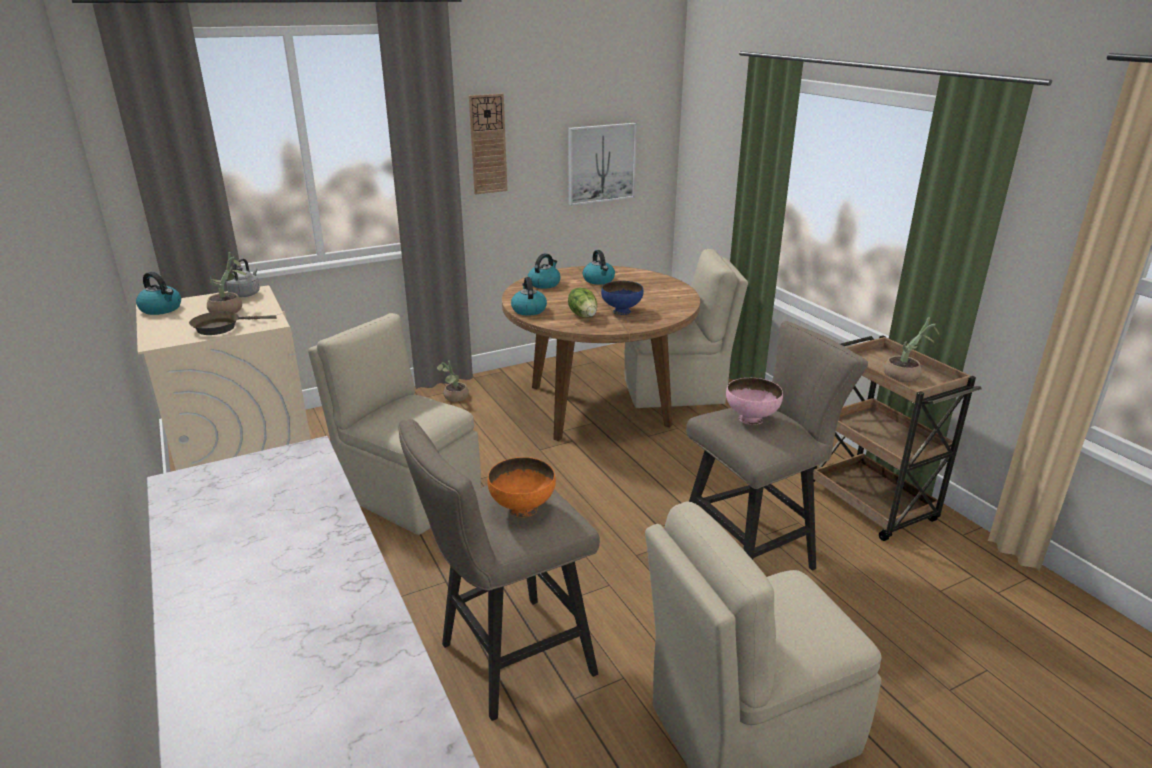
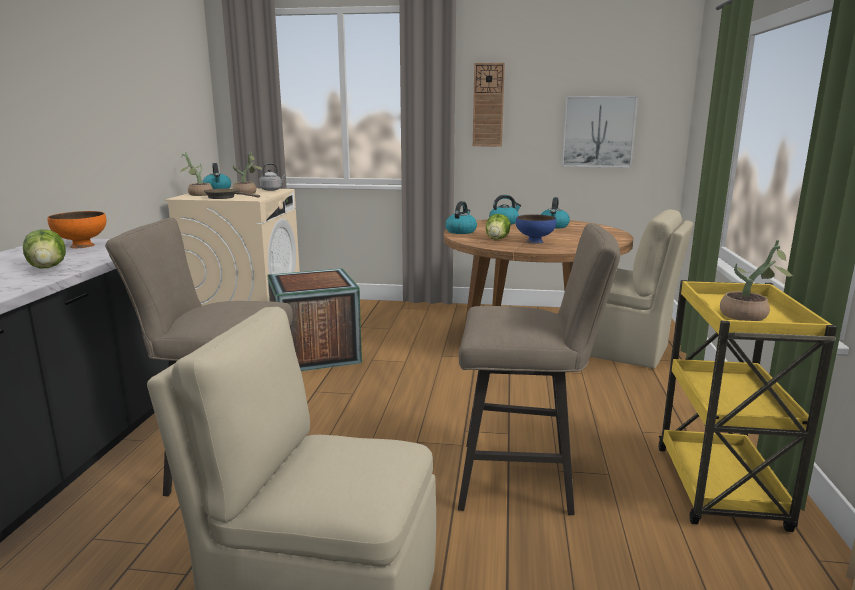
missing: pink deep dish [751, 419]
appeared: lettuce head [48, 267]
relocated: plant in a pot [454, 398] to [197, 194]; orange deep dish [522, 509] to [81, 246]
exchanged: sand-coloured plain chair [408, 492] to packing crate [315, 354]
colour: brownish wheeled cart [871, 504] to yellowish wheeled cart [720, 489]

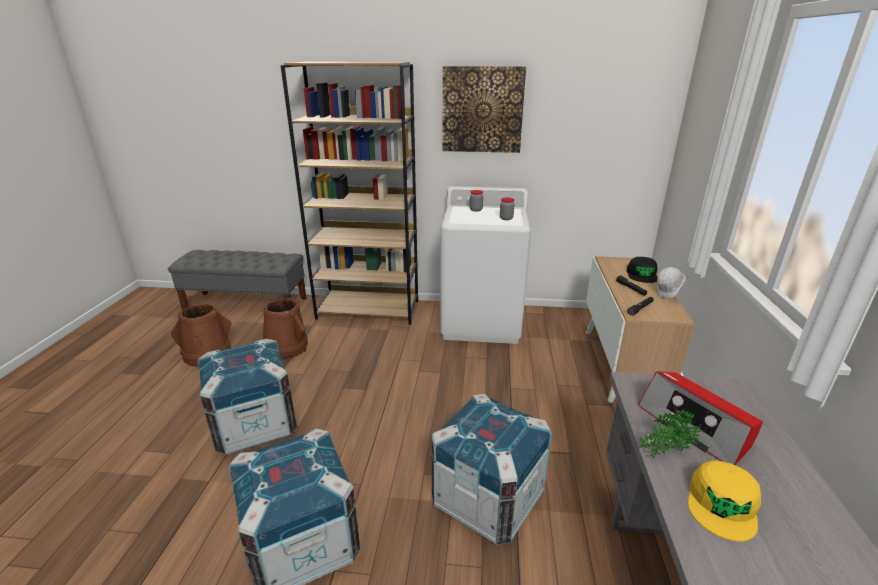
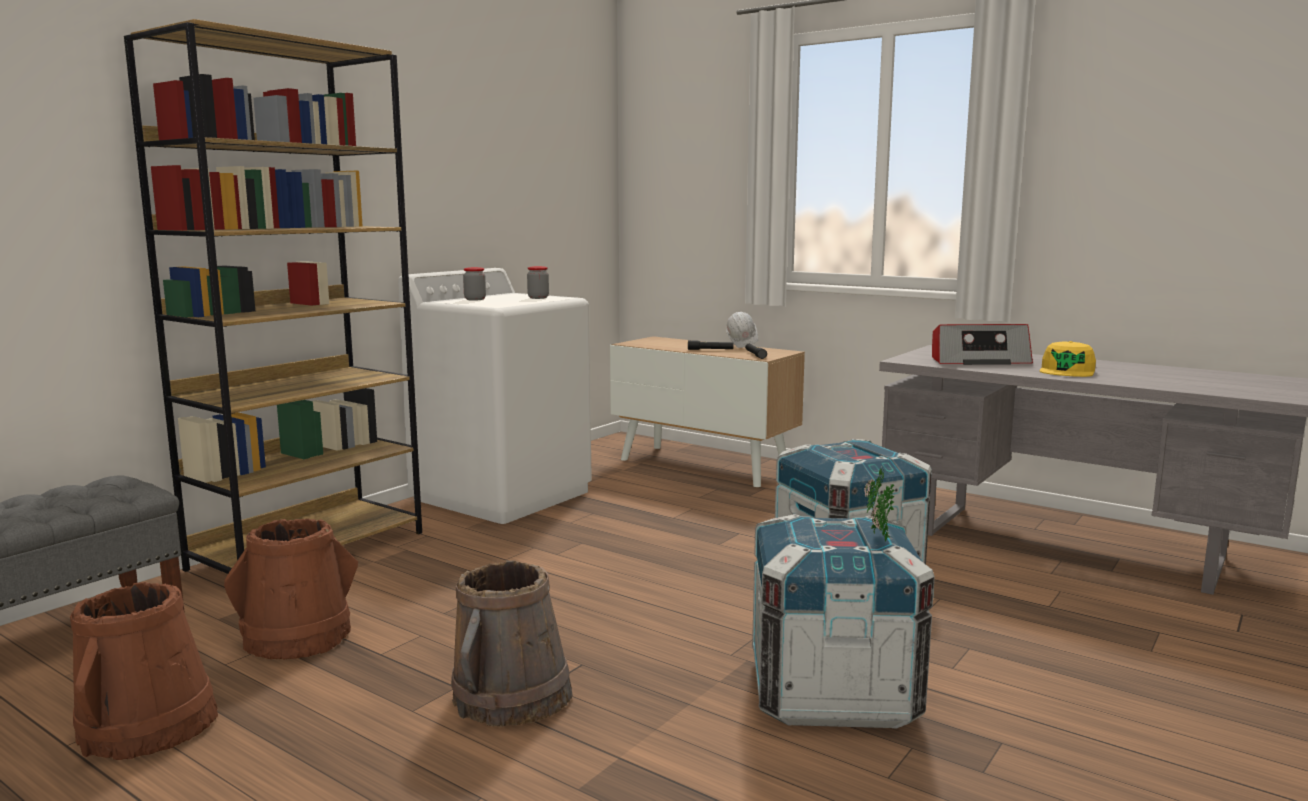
missing: wall art [482, 110]; black peaked cap [642, 275]
relocated: plant in a pot [662, 453] to [878, 537]
exchanged: packing crate [255, 425] to brownish bucket [512, 697]
spun: yellowish peaked cap [722, 505] = [1067, 371] 60 degrees clockwise

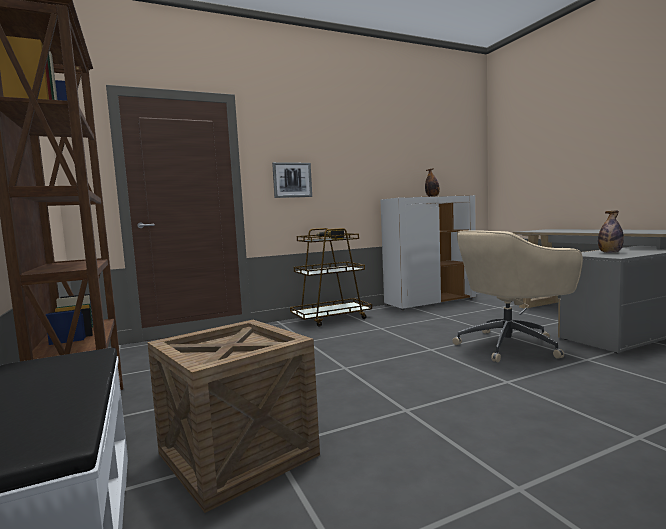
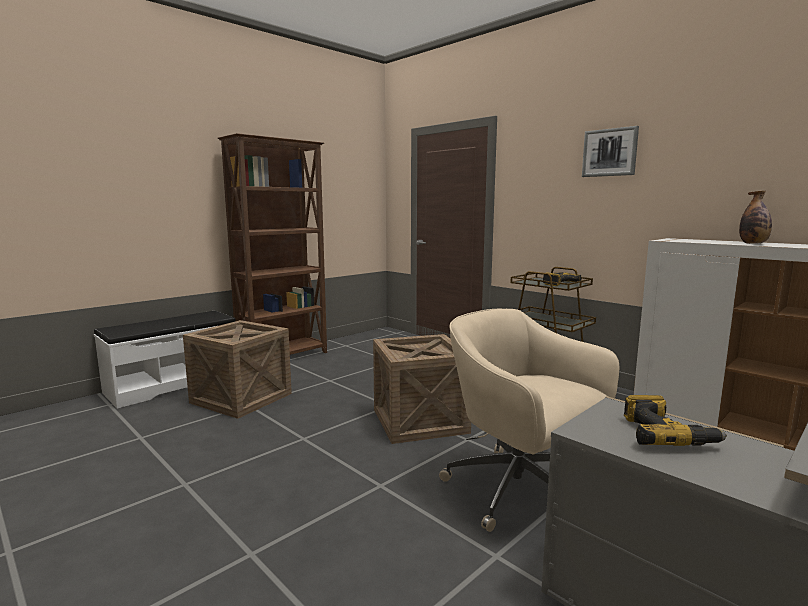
appeared: packing crate [419, 421]
relocated: wall art [292, 180] to [609, 152]
exchanged: bottle [610, 252] to electric drill [665, 435]

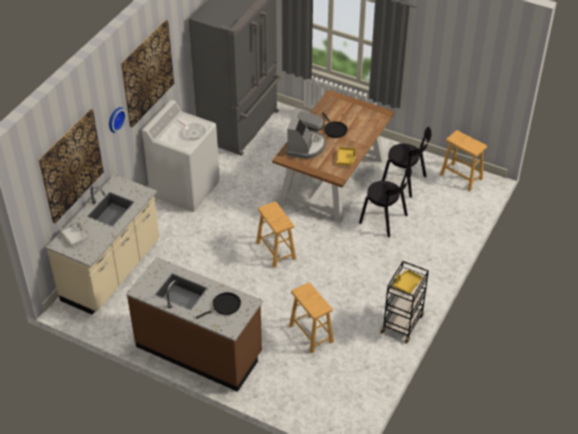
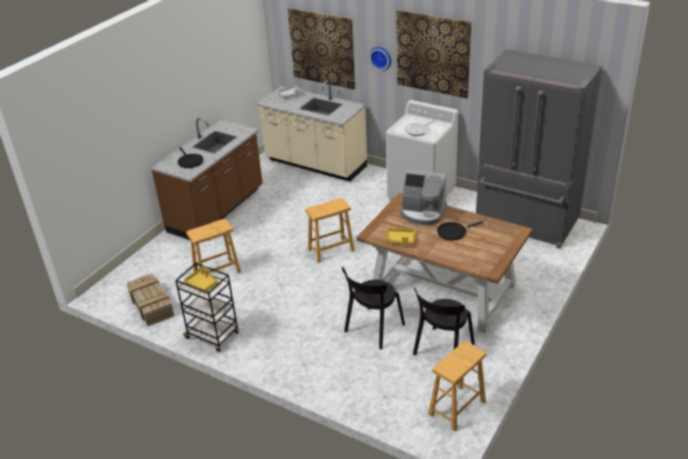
appeared: packing crate [150, 304]

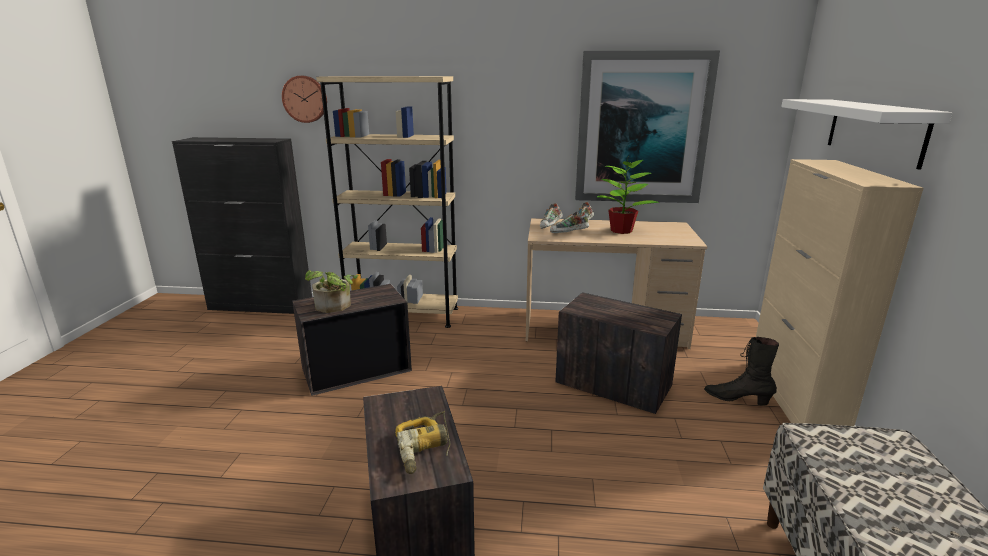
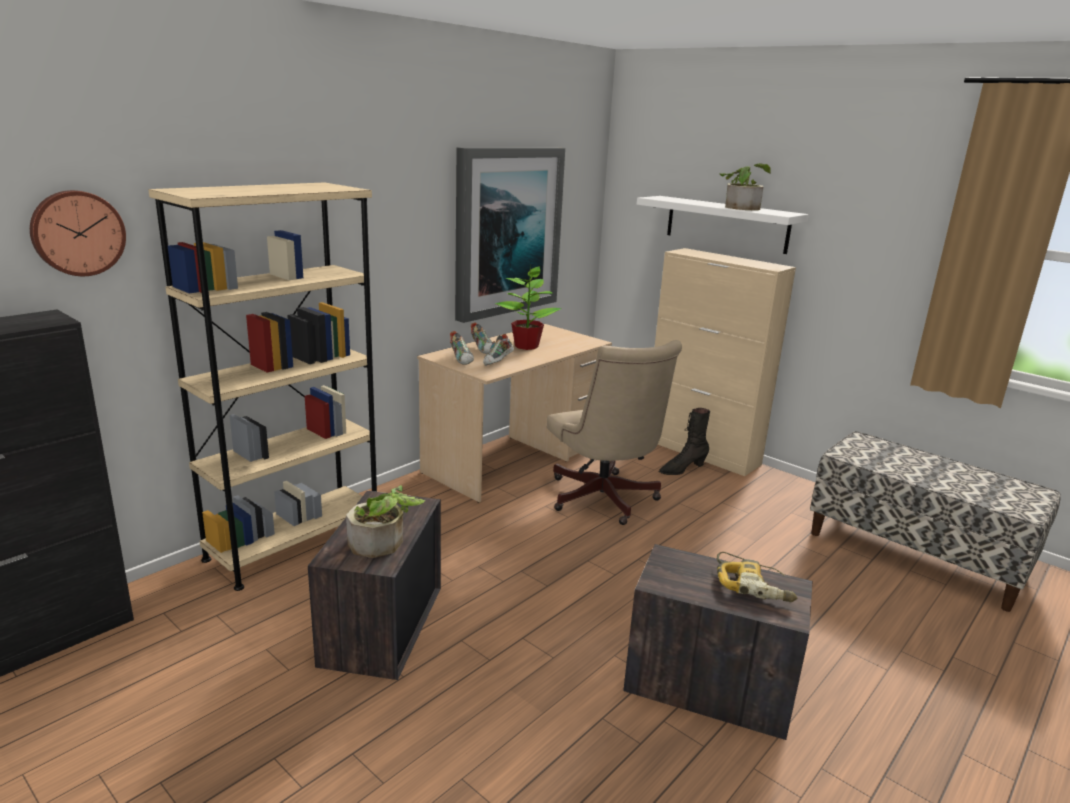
appeared: plant in a pot [741, 207]
exchanged: packing crate [611, 383] to sand-coloured desk chair [604, 501]

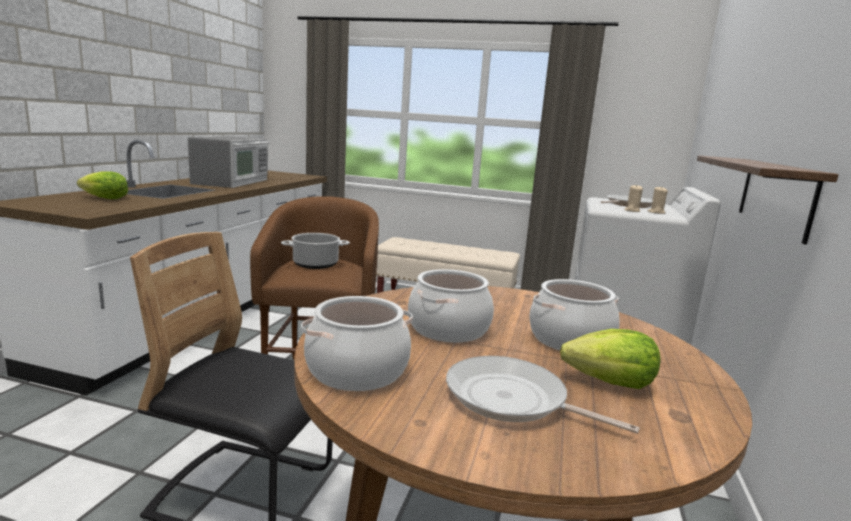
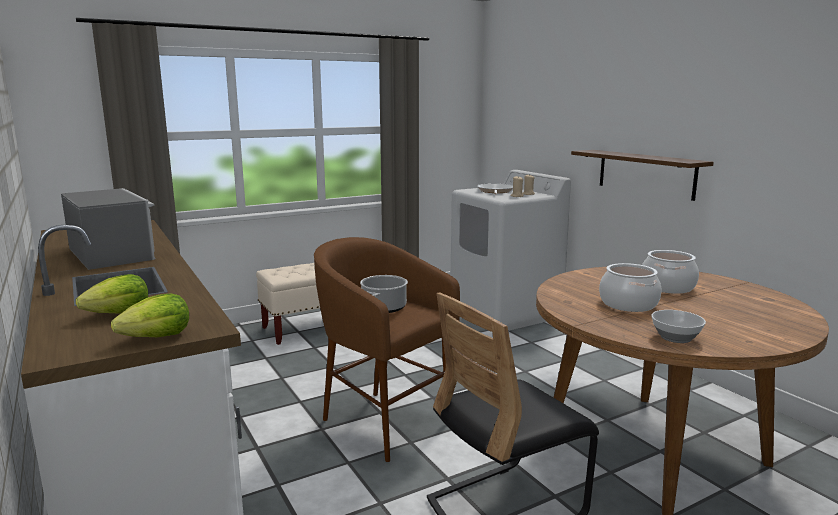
missing: frying pan [512, 400]
relocated: lettuce head [610, 382] to [157, 337]
exchanged: saucepot [356, 371] to deep dish [676, 338]

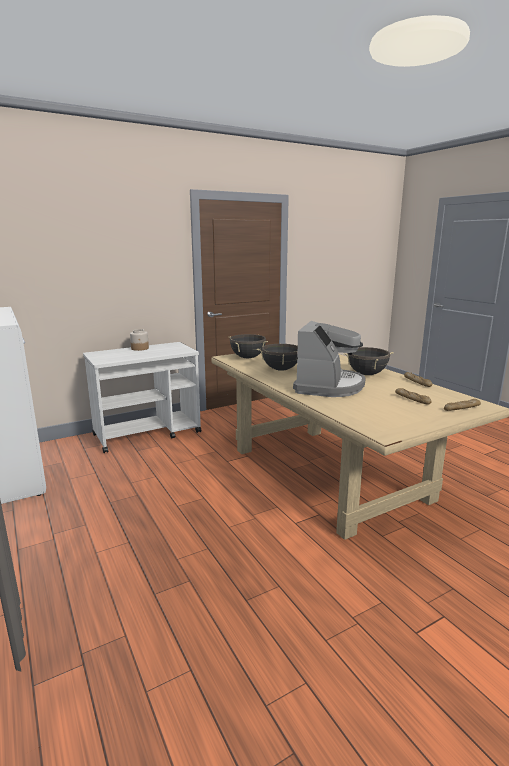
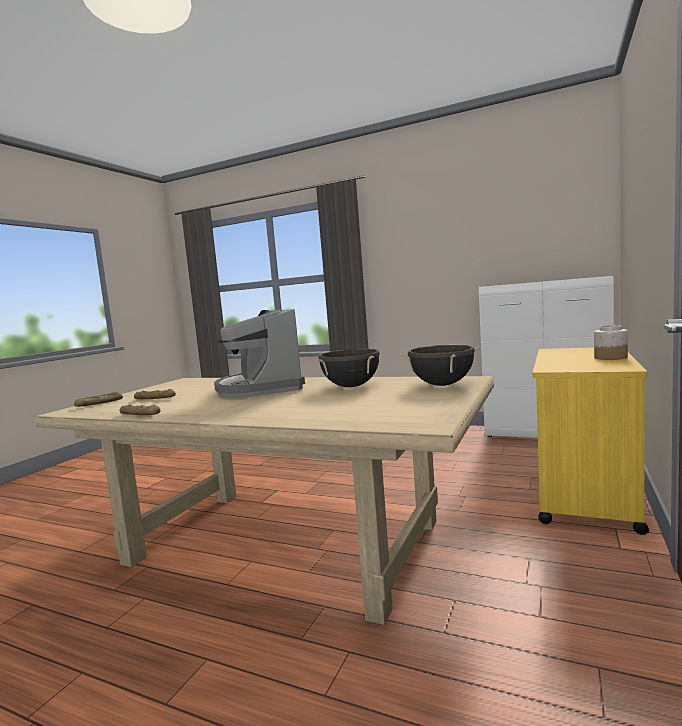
missing: black saucepot [366, 374]
colour: whitish wheeled cart [148, 433] to yellowish wheeled cart [585, 493]

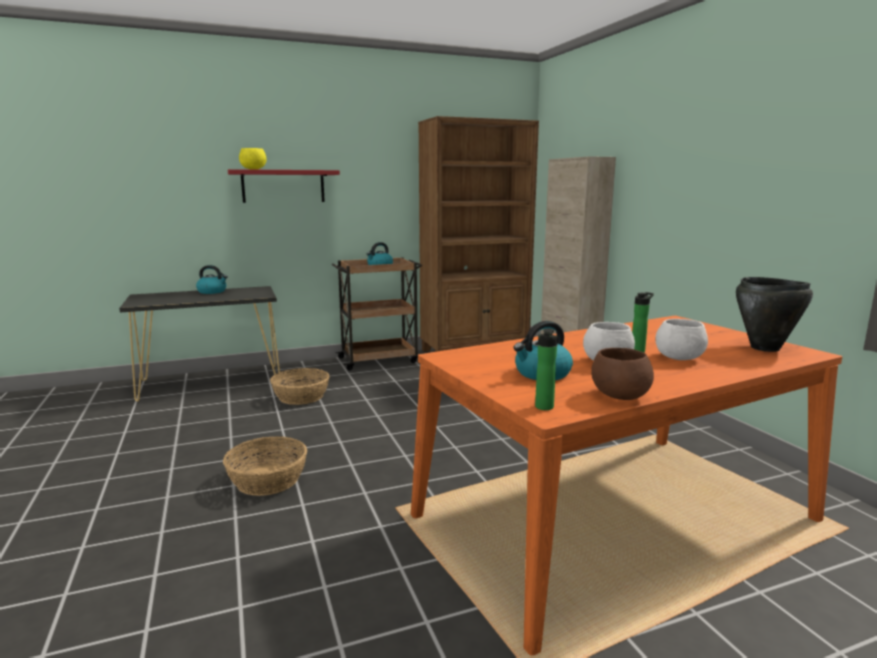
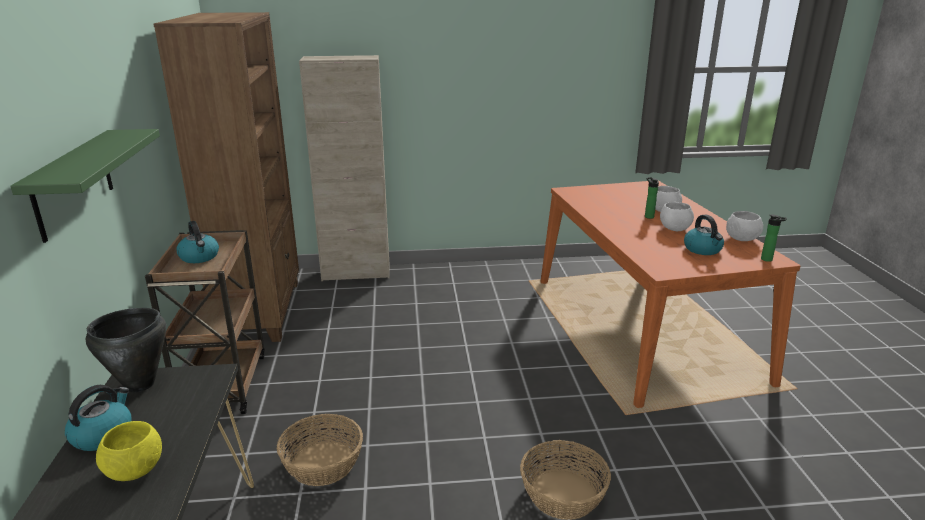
relocated: yellowish deep dish [253, 169] to [134, 471]; black saucepot [765, 348] to [140, 384]
colour: red-coloured wall shelf [283, 186] to greenish wall shelf [73, 183]; brownish deep dish [620, 396] to whitish deep dish [741, 239]

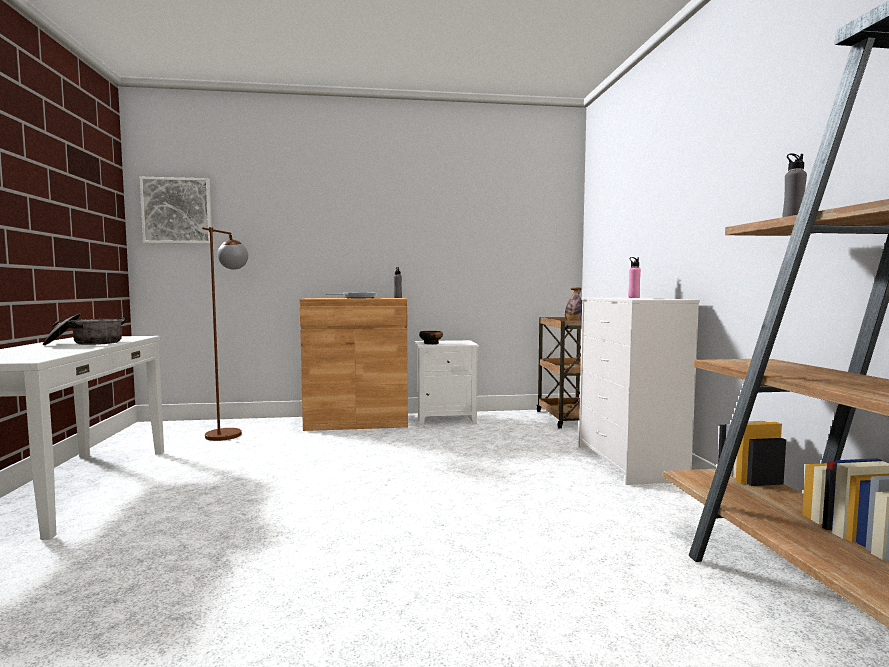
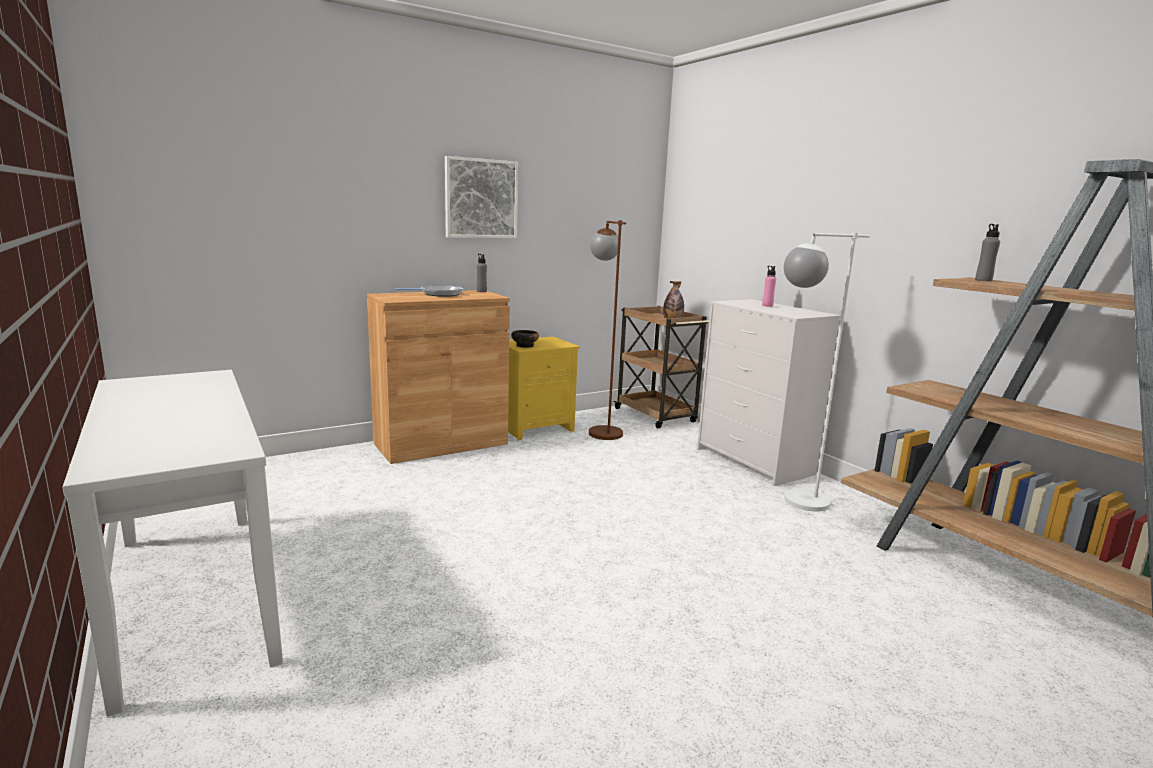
missing: saucepot [86, 343]
appeared: whitish standard lamp [793, 503]
relocated: wall art [177, 211] to [481, 199]; brownish standard lamp [230, 432] to [601, 430]
colour: whitish nightstand [446, 418] to yellowish nightstand [535, 428]

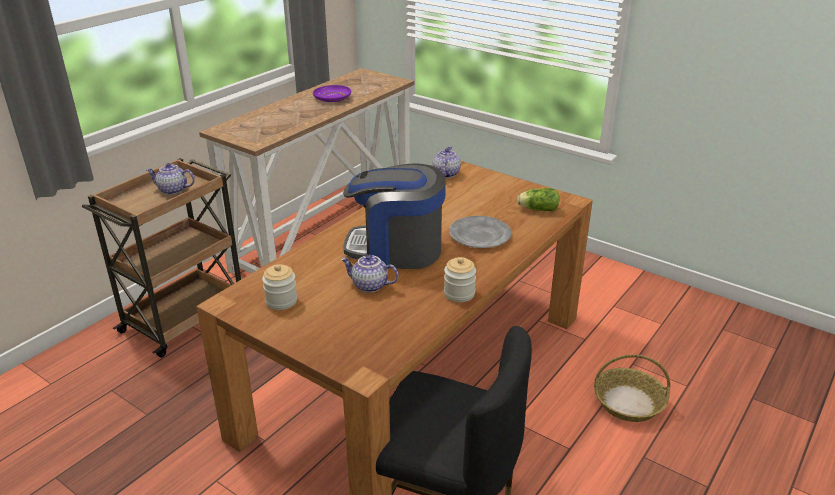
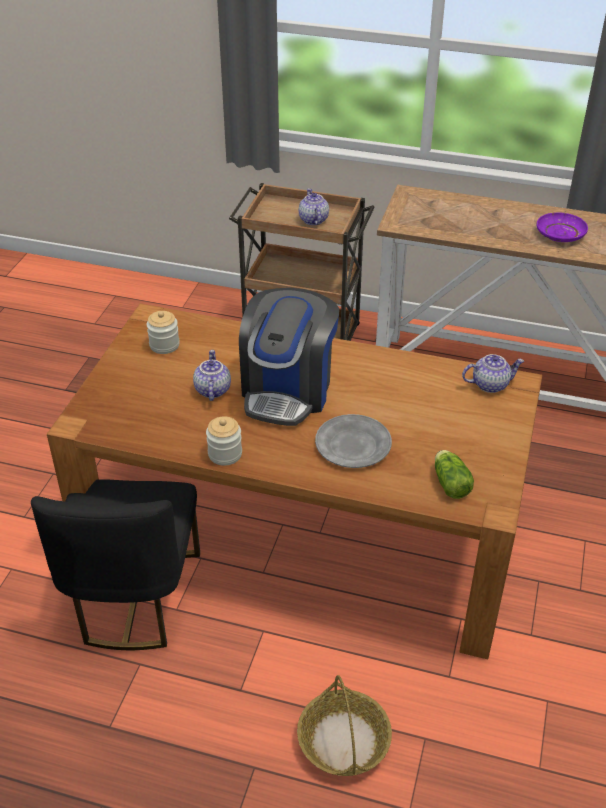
spun: coffee maker [396, 249] = [288, 390] 150 degrees counterclockwise

